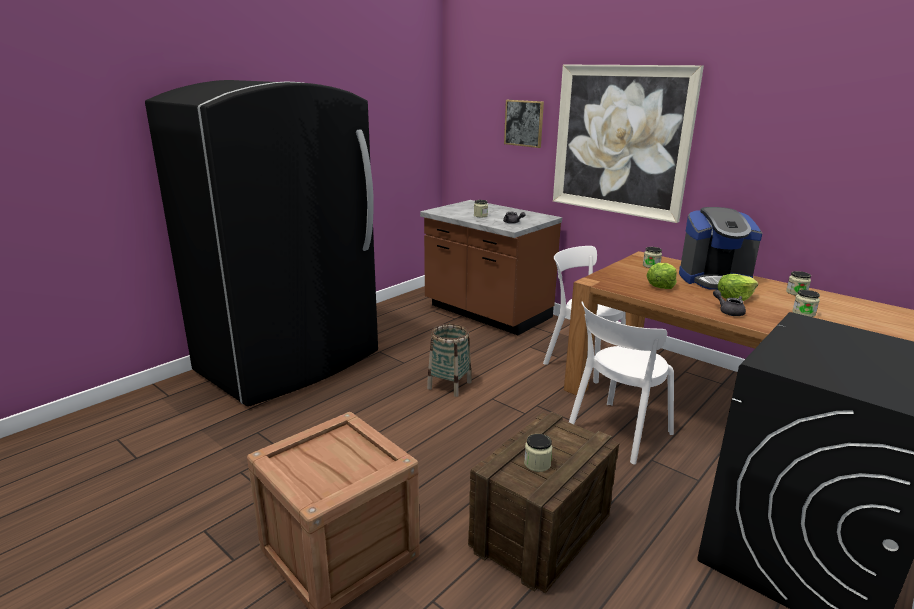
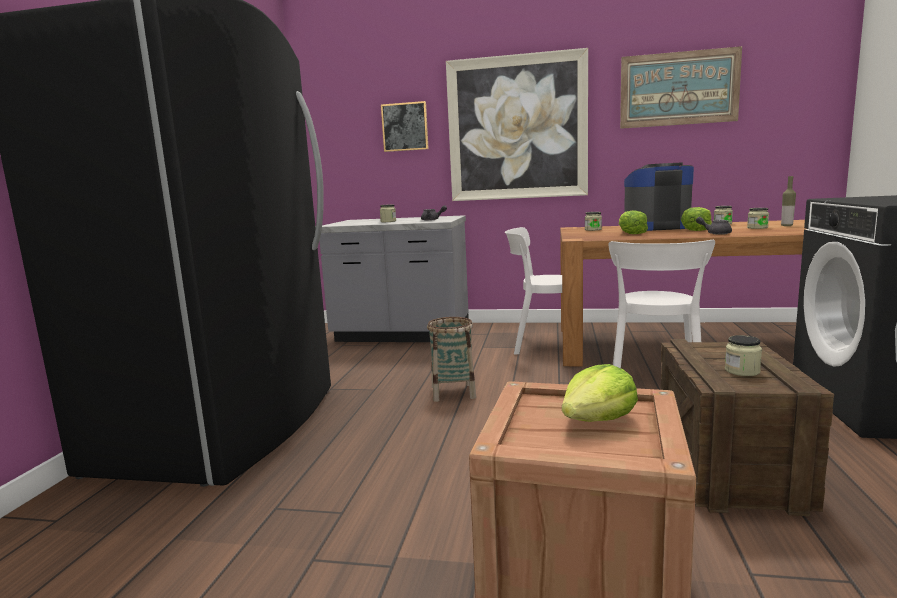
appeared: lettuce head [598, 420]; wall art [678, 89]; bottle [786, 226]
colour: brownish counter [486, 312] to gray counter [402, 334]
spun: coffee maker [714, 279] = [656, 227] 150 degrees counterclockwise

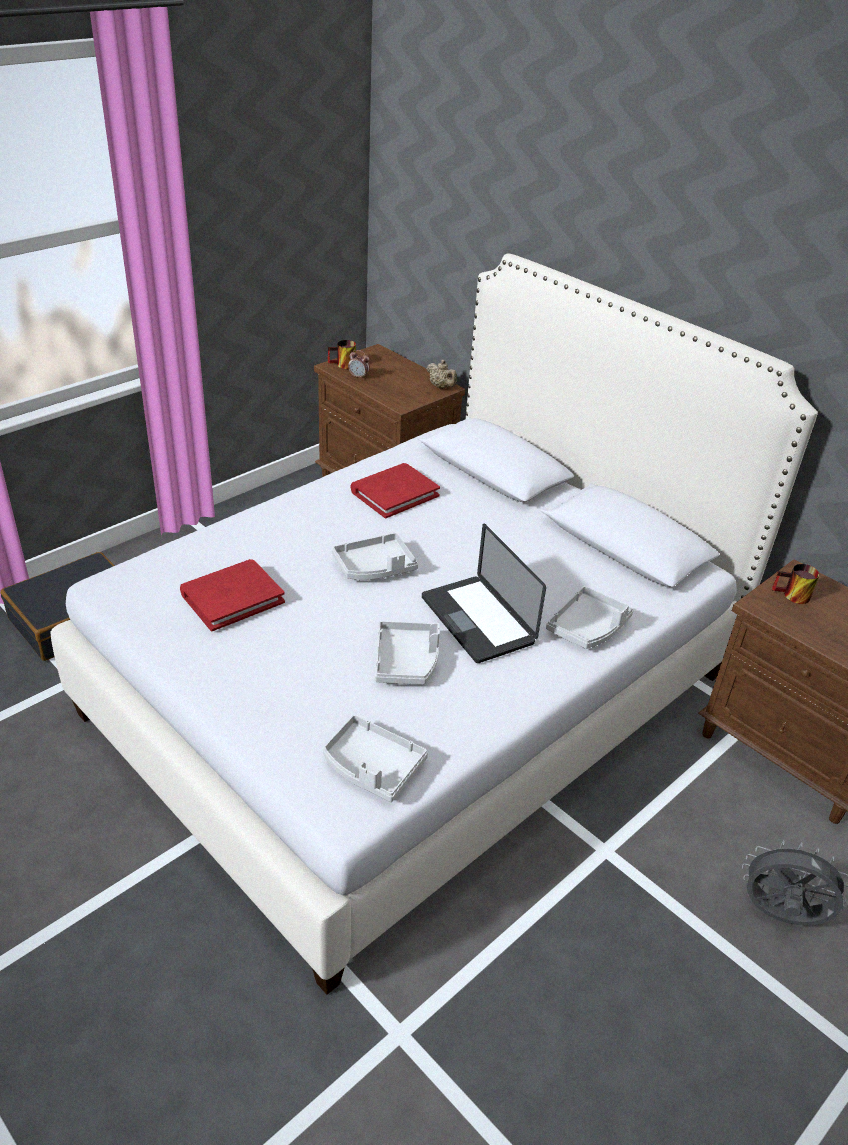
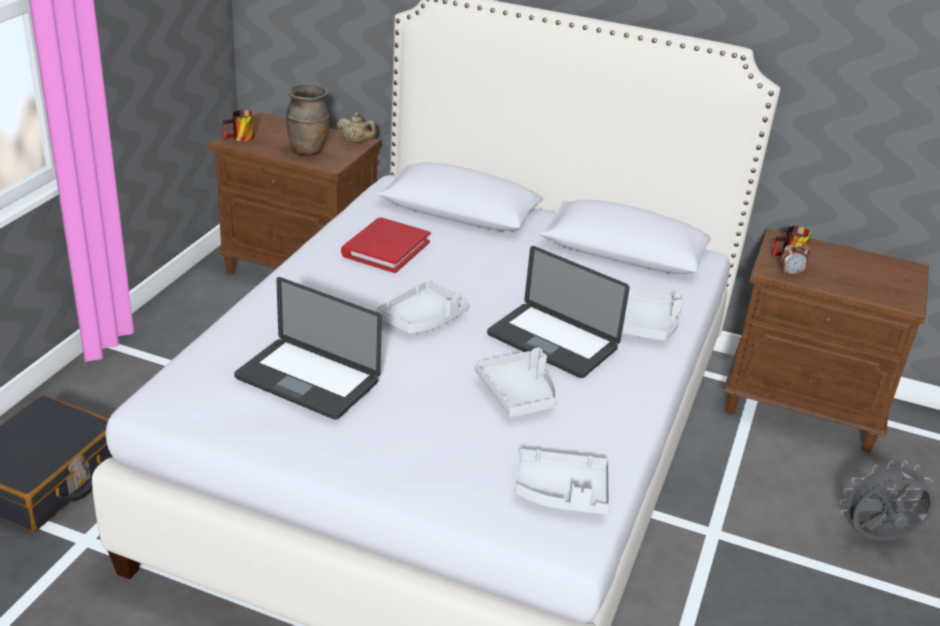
appeared: brownish vase [308, 151]
relocated: table clock [358, 377] to [790, 273]
exchanged: red-coloured volume [232, 598] to laptop [307, 380]

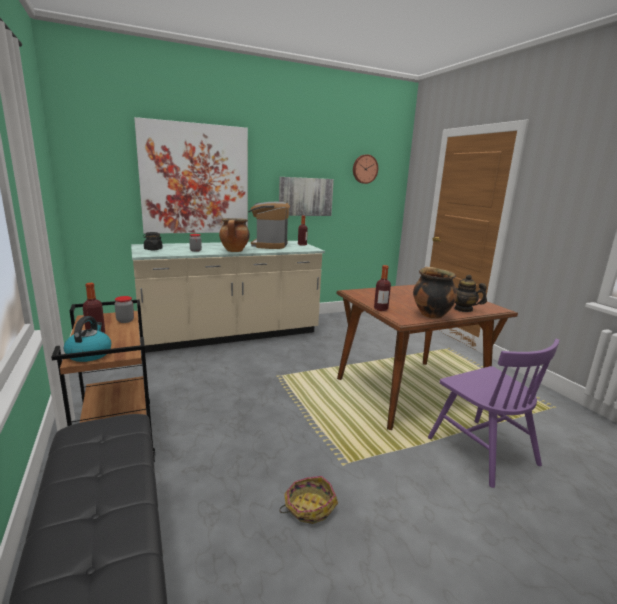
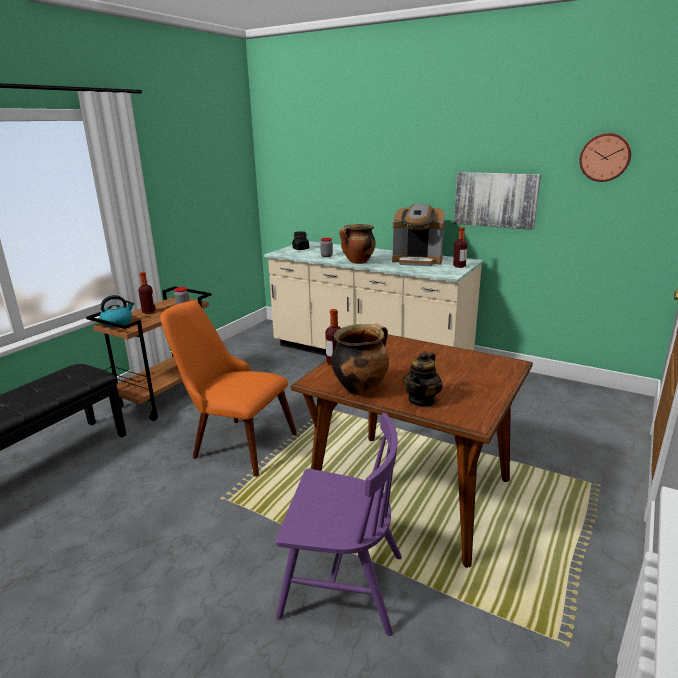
missing: wall art [195, 179]; household basket [309, 507]
appeared: orange plain chair [234, 443]
spun: coffee maker [269, 245] = [417, 261] 135 degrees counterclockwise; purple plain chair [481, 450] = [341, 585] 105 degrees counterclockwise; teapot [463, 309] = [422, 400] 150 degrees counterclockwise

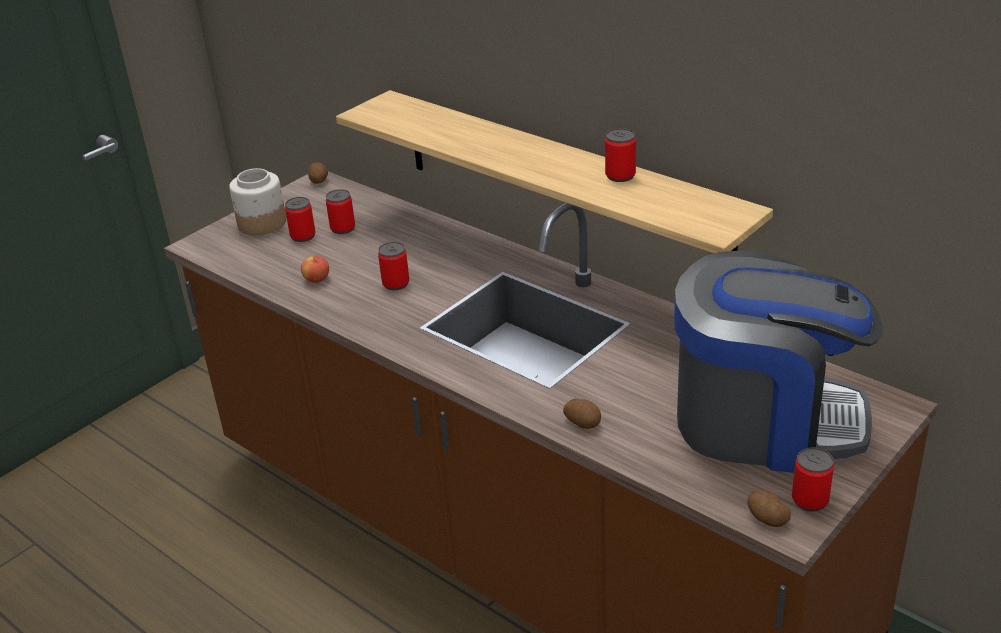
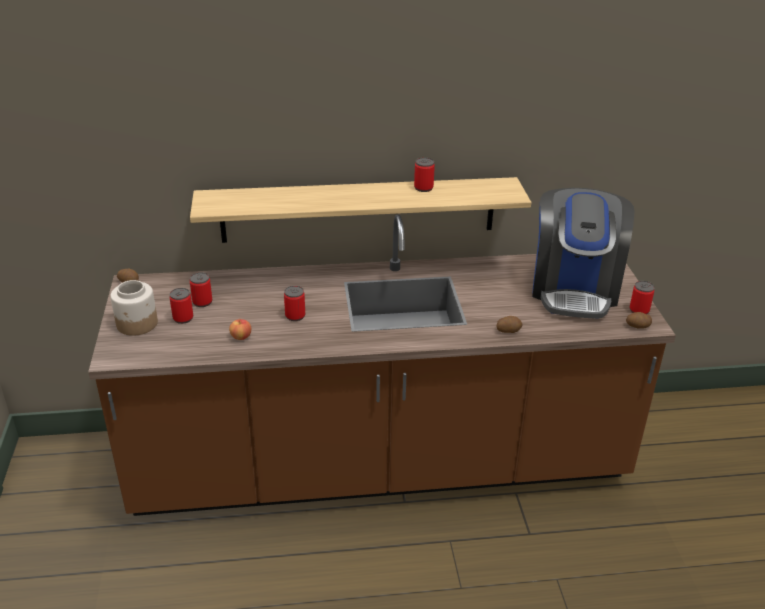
spun: coffee maker [765, 421] = [574, 289] 135 degrees clockwise

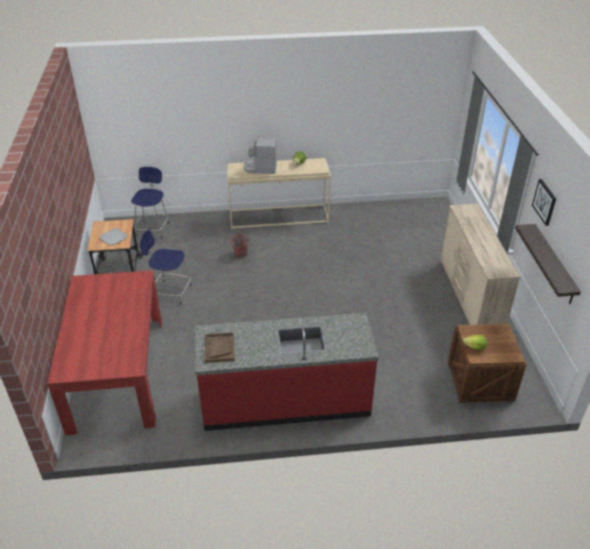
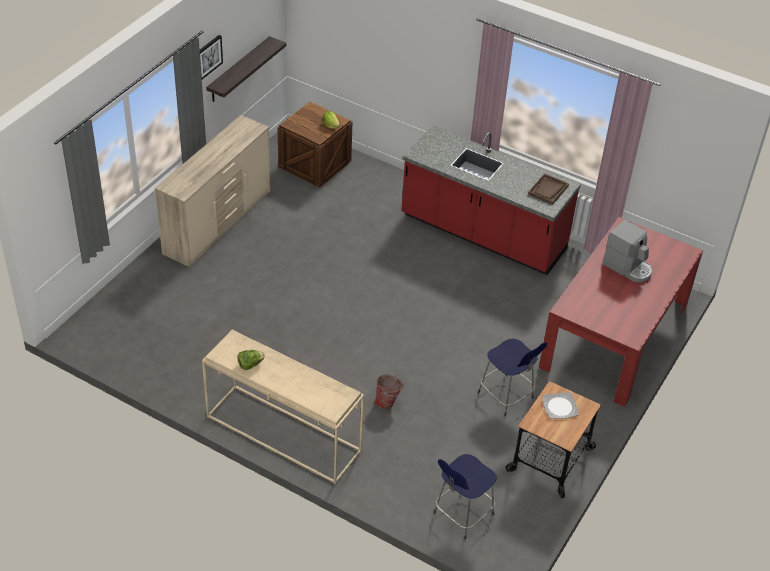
relocated: coffee maker [260, 168] to [628, 267]

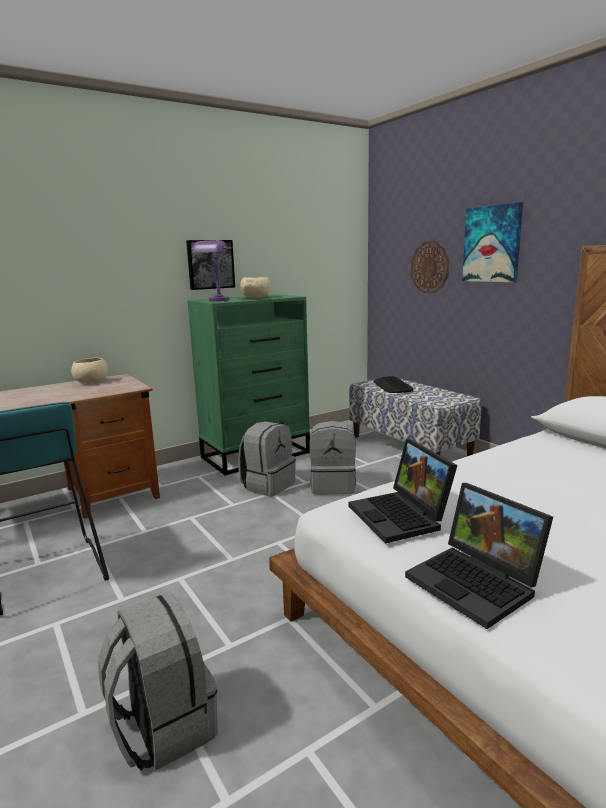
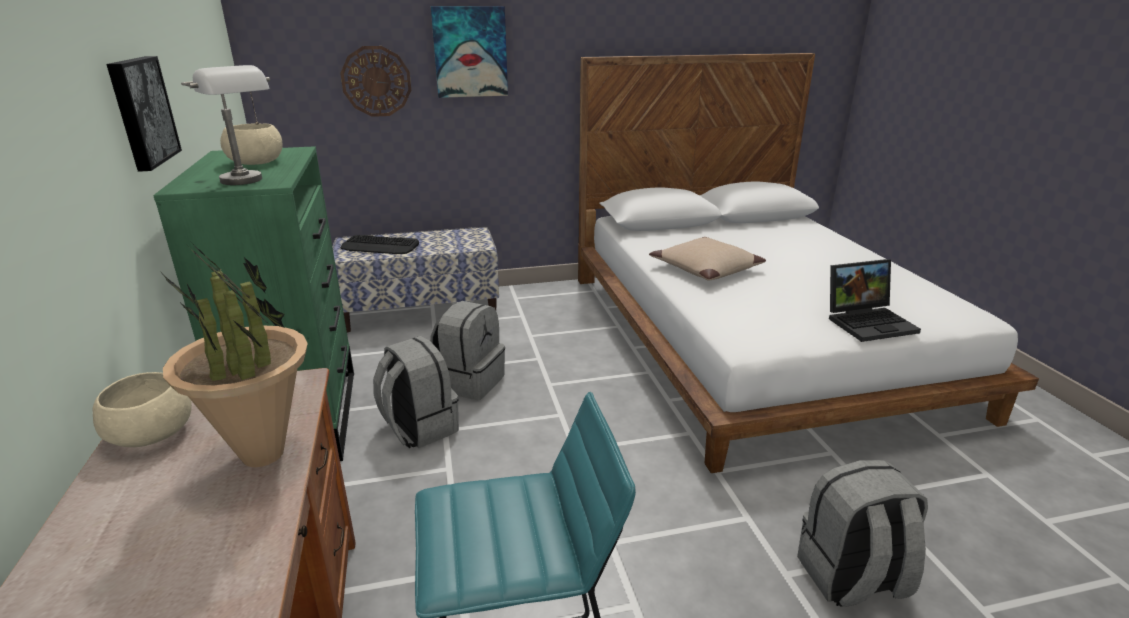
missing: laptop [402, 517]
appeared: plant in a pot [264, 455]; sand-coloured pillow [705, 269]
colour: purple tabletop lamp [216, 301] to gray tabletop lamp [249, 182]

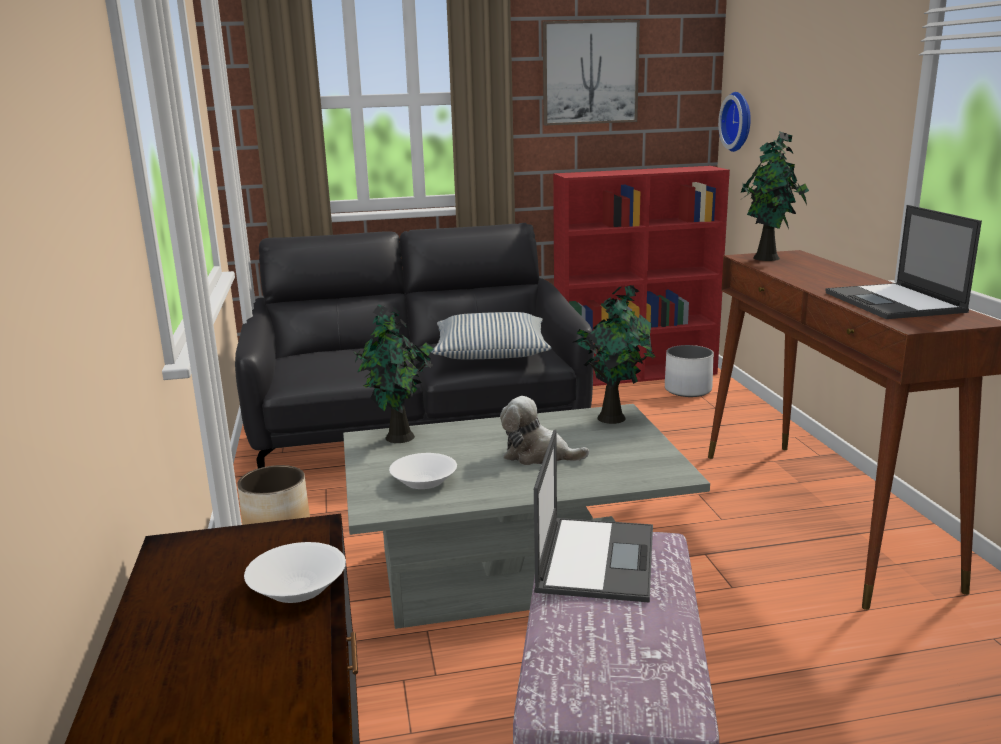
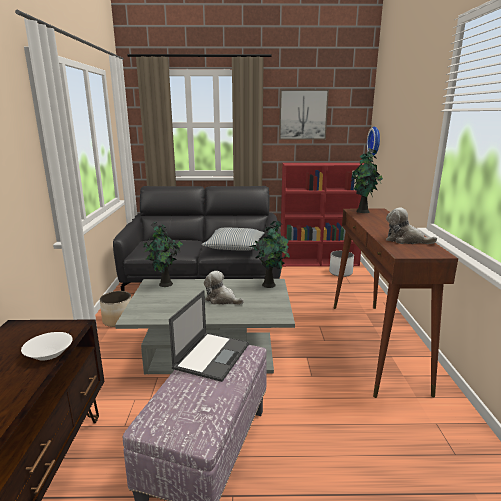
missing: whitish deep dish [423, 481]
exchanged: laptop [895, 302] to plush toy [405, 240]

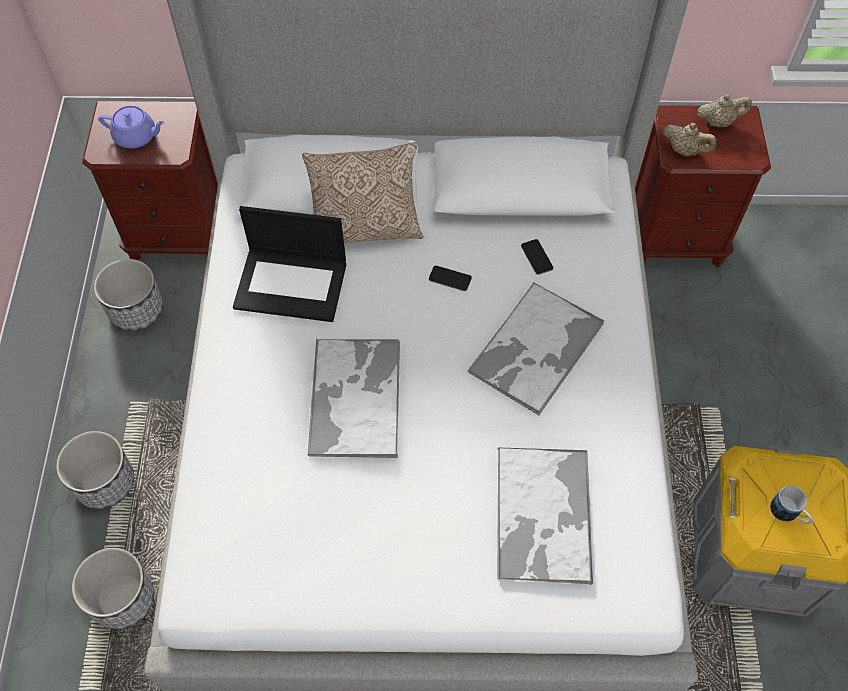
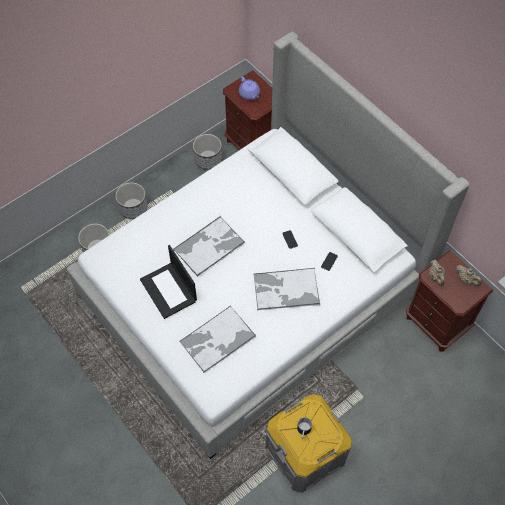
missing: pillow [366, 228]
relocated: laptop [292, 284] to [169, 290]

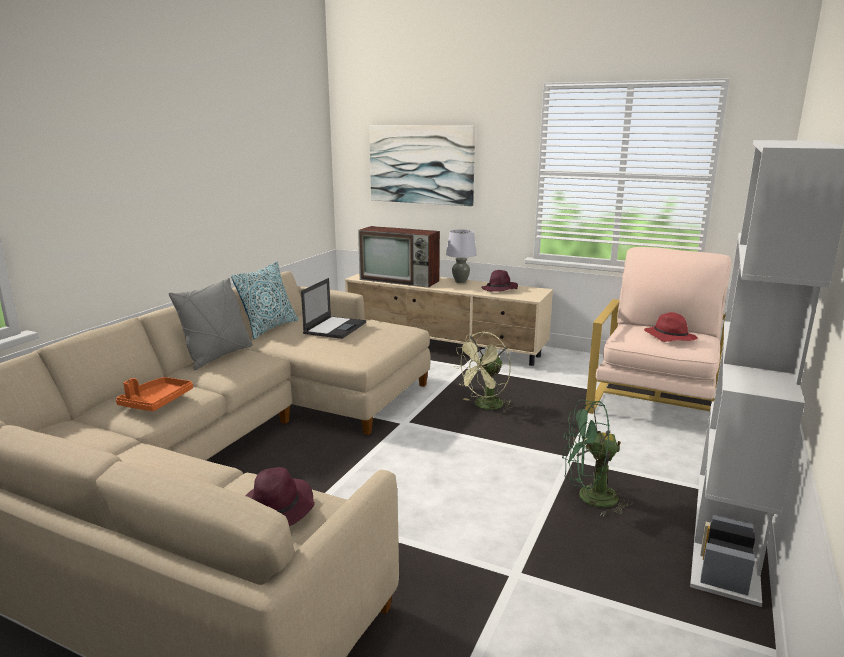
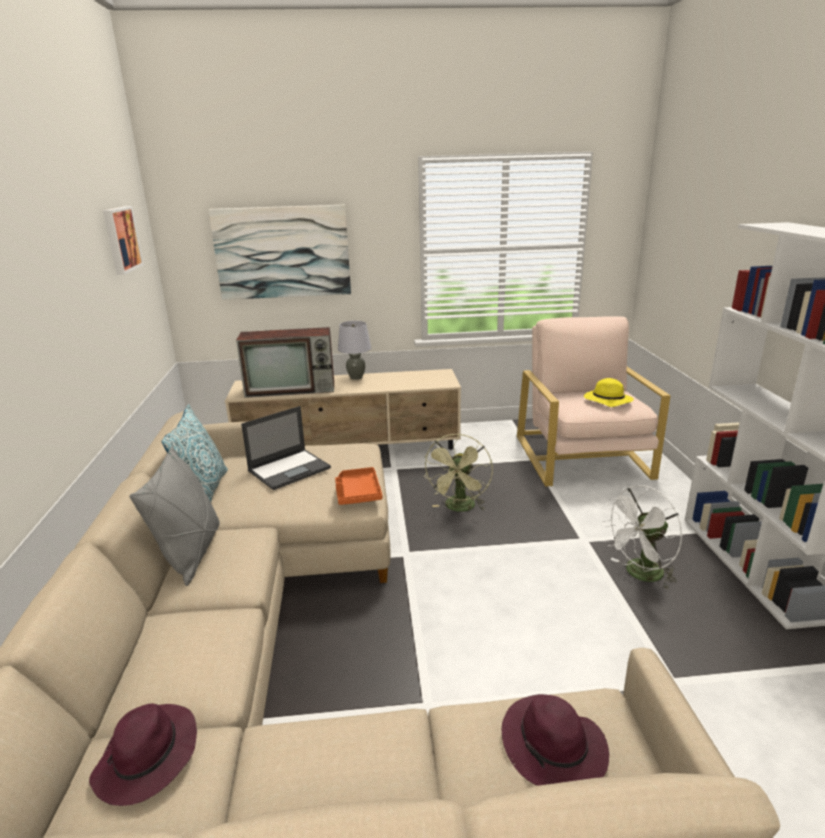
appeared: wall art [120, 239]
relocated: orange serving tray [156, 402] to [357, 493]; purple wearable hat [499, 289] to [147, 759]
colour: greenish cooling fan [589, 498] to whitish cooling fan [639, 575]; red-coloured wearable hat [669, 337] to yellowish wearable hat [607, 401]
spun: laptop [335, 327] = [290, 469] 60 degrees clockwise

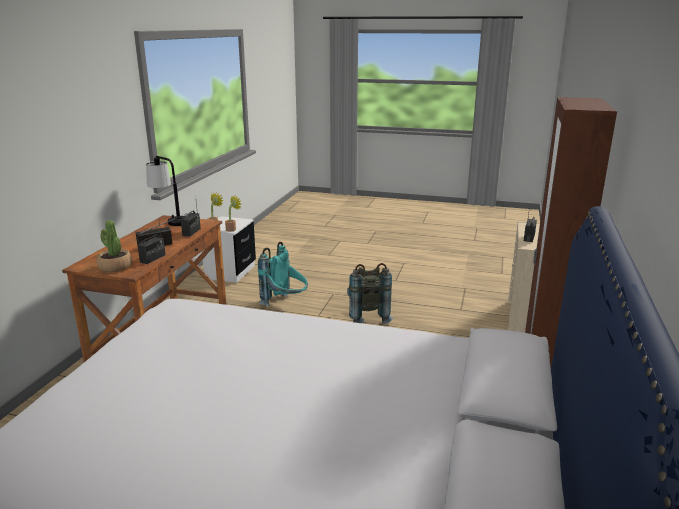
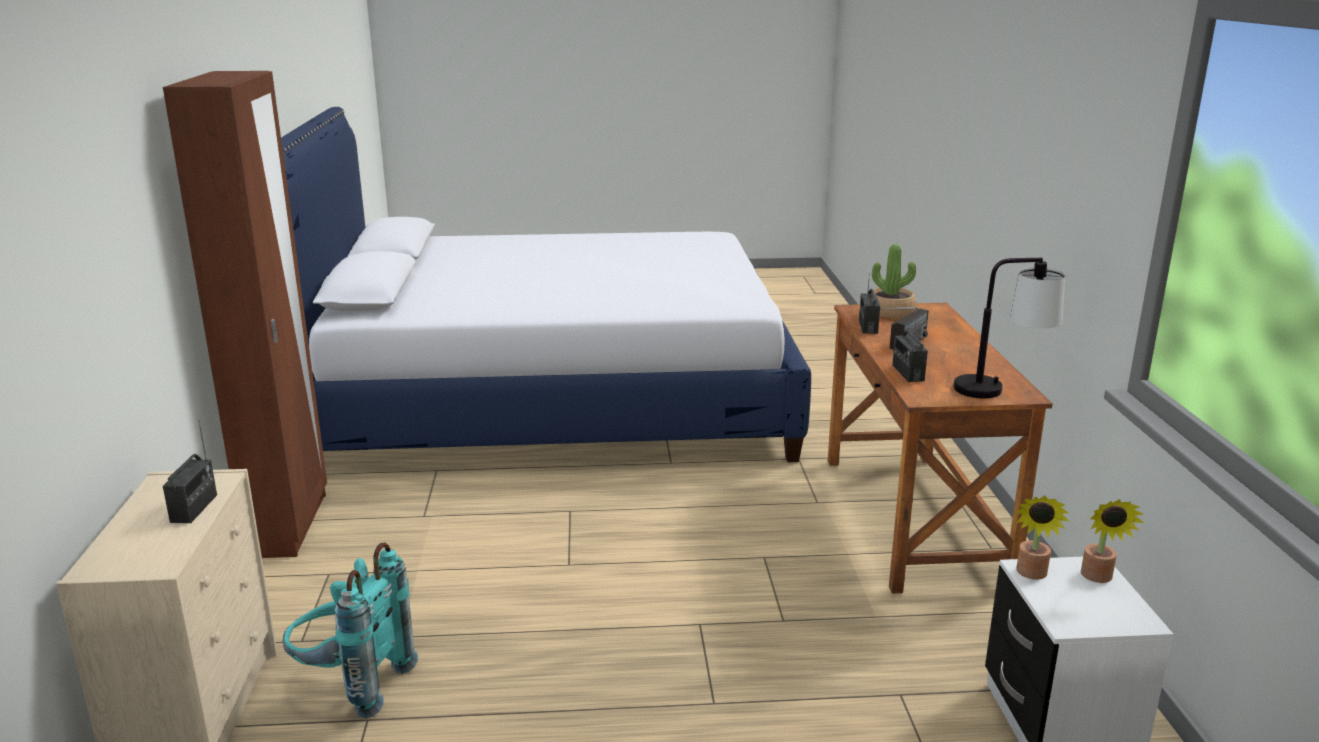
missing: gray rucksack [367, 316]
relocated: turquoise rucksack [285, 304] to [351, 685]

